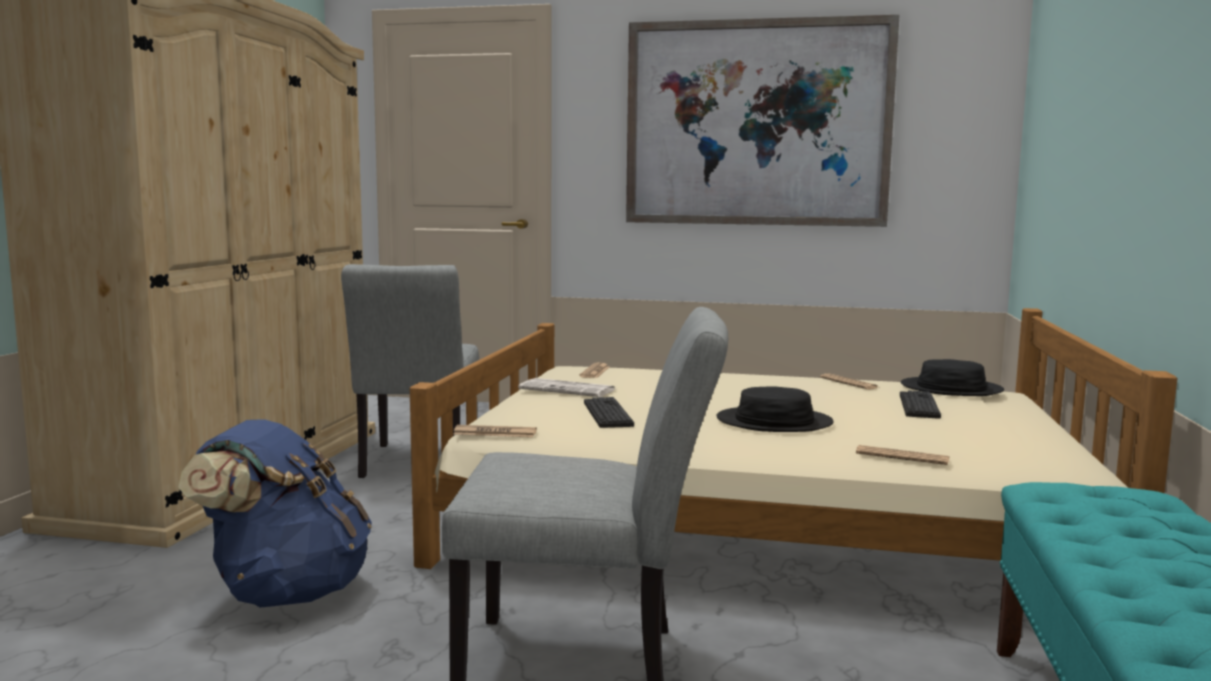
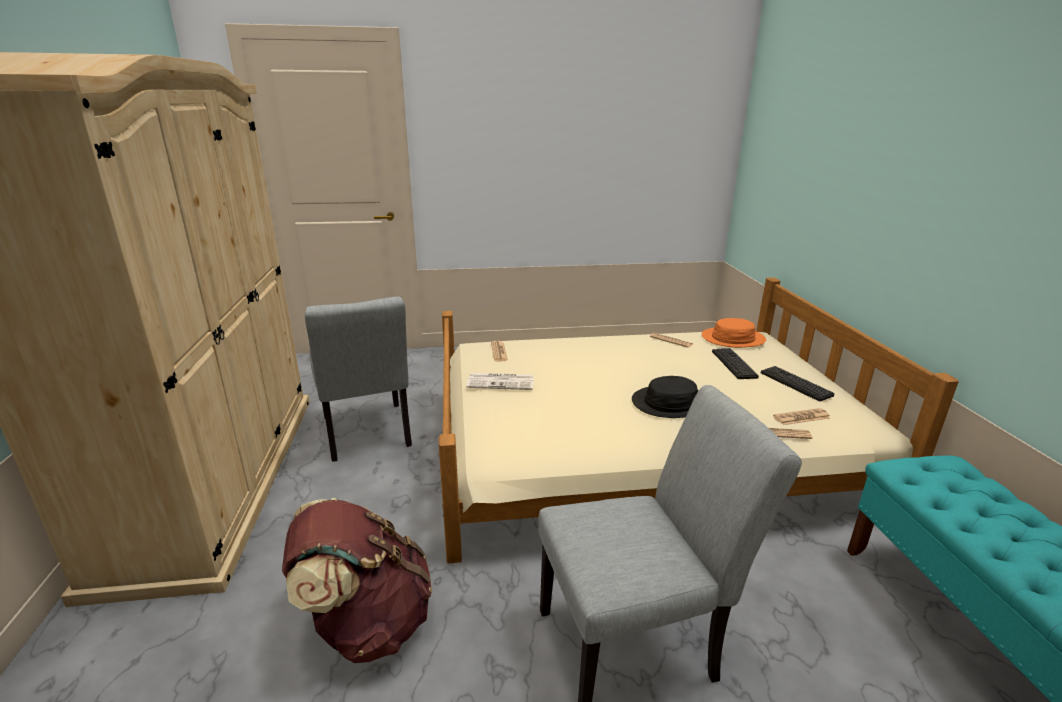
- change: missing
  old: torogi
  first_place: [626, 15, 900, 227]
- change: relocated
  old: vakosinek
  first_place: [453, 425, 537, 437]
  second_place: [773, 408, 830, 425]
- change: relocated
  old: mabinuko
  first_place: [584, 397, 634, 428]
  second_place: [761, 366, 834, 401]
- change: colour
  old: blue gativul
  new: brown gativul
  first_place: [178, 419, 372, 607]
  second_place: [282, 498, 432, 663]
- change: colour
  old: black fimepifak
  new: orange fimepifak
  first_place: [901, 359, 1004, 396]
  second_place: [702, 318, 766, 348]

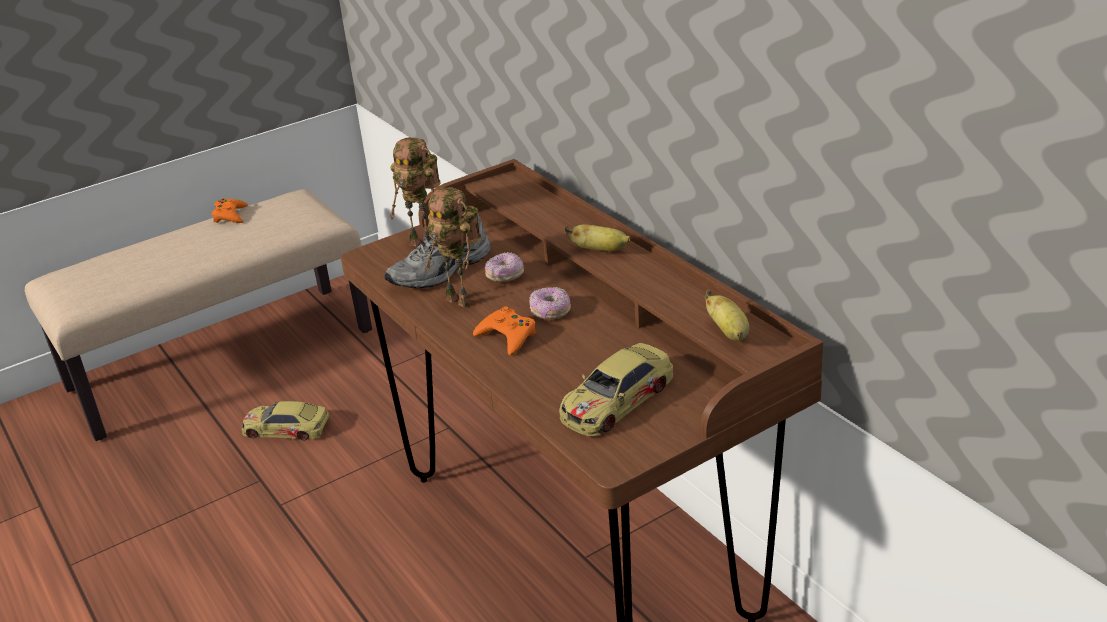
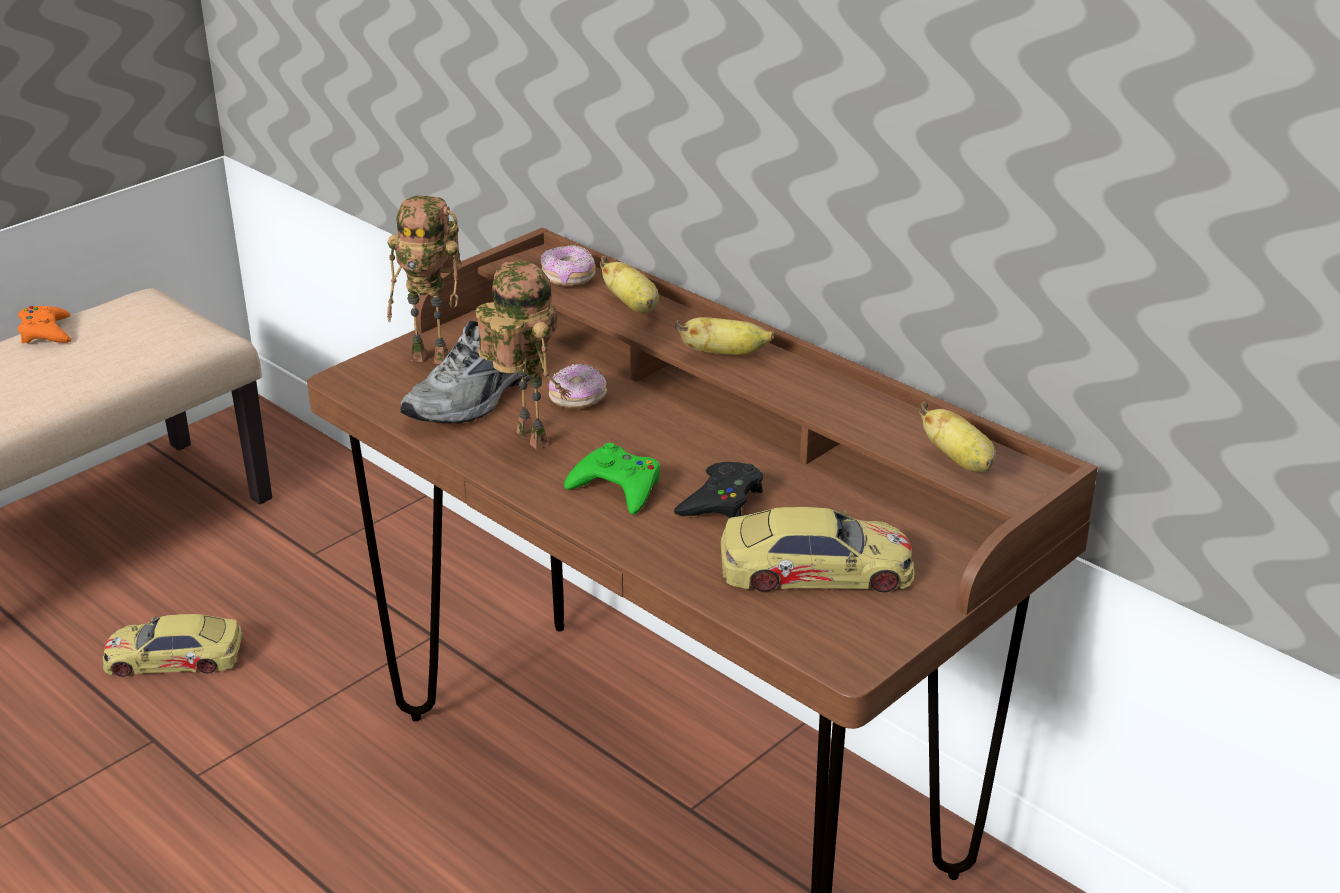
- change: appeared
  new: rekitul
  second_place: [600, 256, 659, 313]
- change: appeared
  new: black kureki
  second_place: [674, 462, 763, 518]
- change: relocated
  old: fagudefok
  first_place: [530, 287, 571, 319]
  second_place: [541, 245, 596, 286]
- change: colour
  old: orange kureki
  new: green kureki
  first_place: [473, 306, 536, 355]
  second_place: [564, 443, 660, 515]
- change: spun
  old: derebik
  first_place: [425, 187, 481, 308]
  second_place: [475, 261, 571, 450]
  degrees: -150
- change: spun
  old: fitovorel
  first_place: [559, 343, 673, 436]
  second_place: [721, 507, 915, 592]
  degrees: -120

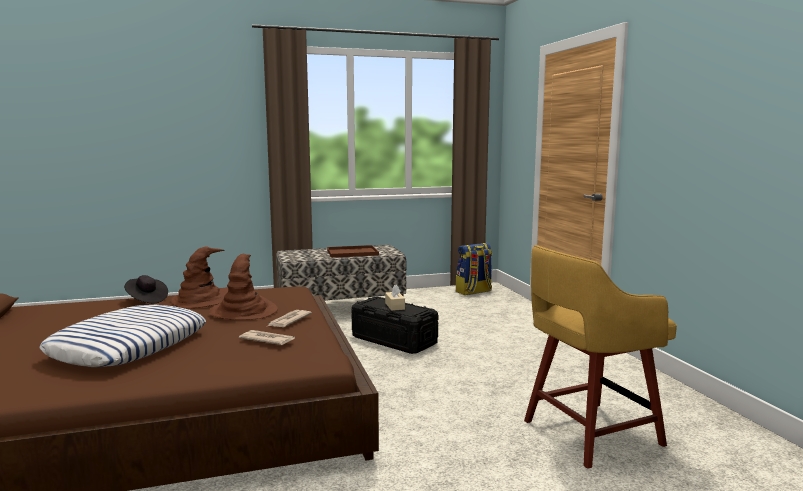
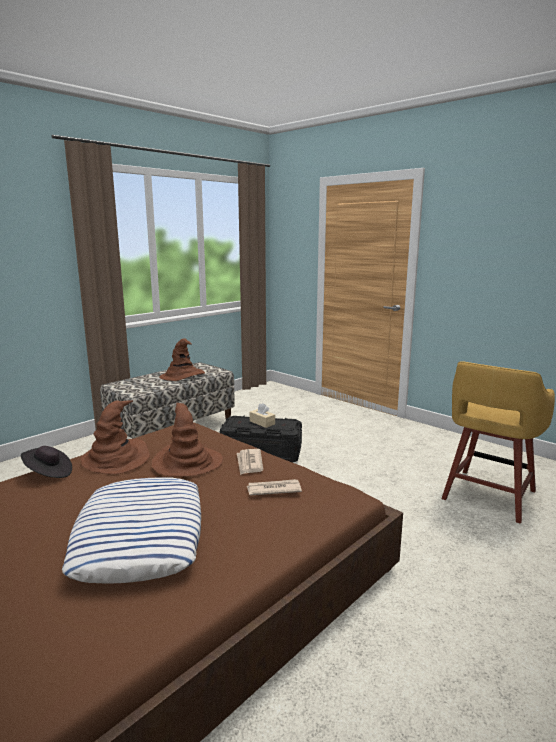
- change: missing
  old: gativul
  first_place: [456, 243, 492, 295]
- change: exchanged
  old: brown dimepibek
  new: brown fimepifak
  first_place: [327, 245, 379, 258]
  second_place: [159, 338, 205, 381]

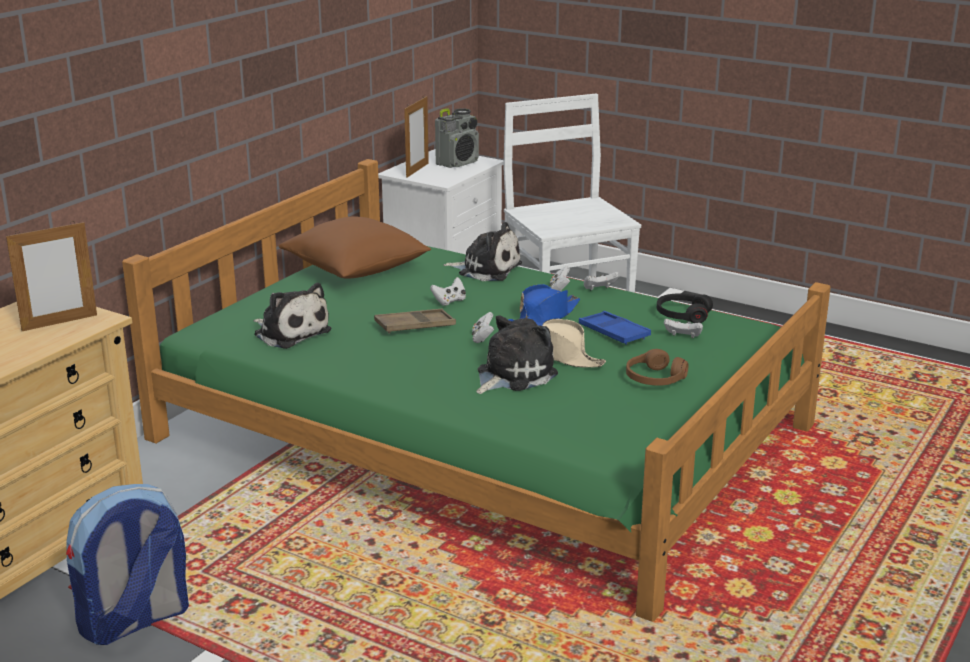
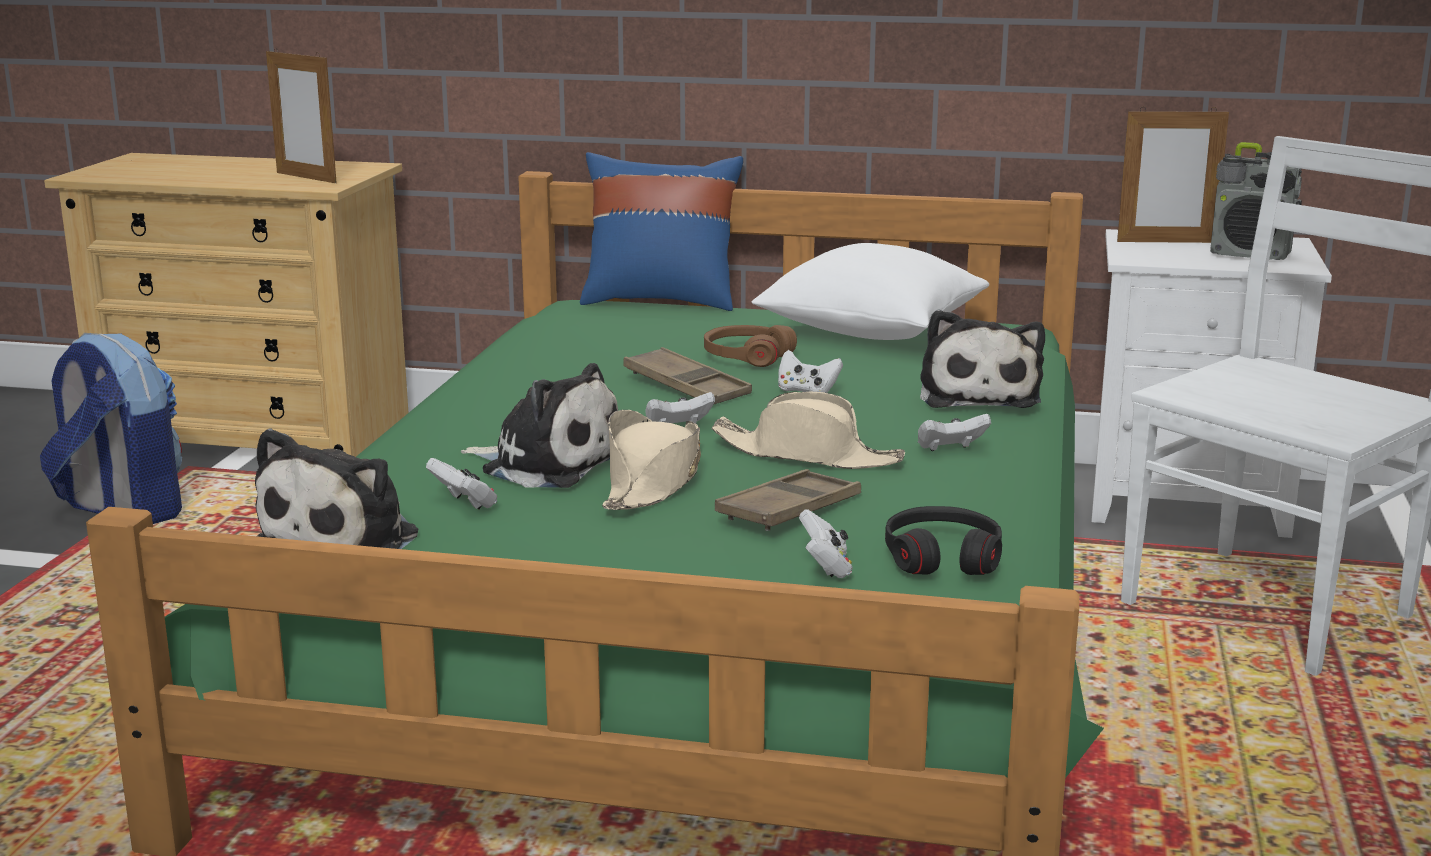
- change: appeared
  new: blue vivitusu
  second_place: [580, 152, 743, 311]
- change: relocated
  old: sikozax
  first_place: [253, 283, 331, 349]
  second_place: [255, 428, 418, 549]
- change: relocated
  old: white kureki
  first_place: [584, 272, 619, 291]
  second_place: [426, 458, 497, 510]
- change: relocated
  old: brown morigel
  first_place: [626, 349, 688, 386]
  second_place: [704, 325, 797, 367]
- change: colour
  old: brown vivitusu
  new: white vivitusu
  first_place: [279, 217, 431, 279]
  second_place: [752, 243, 989, 340]
- change: colour
  old: blue fimepifak
  new: beige fimepifak
  first_place: [508, 284, 580, 326]
  second_place: [711, 391, 905, 469]
- change: colour
  old: blue dimepibek
  new: brown dimepibek
  first_place: [579, 311, 651, 345]
  second_place: [715, 469, 861, 531]

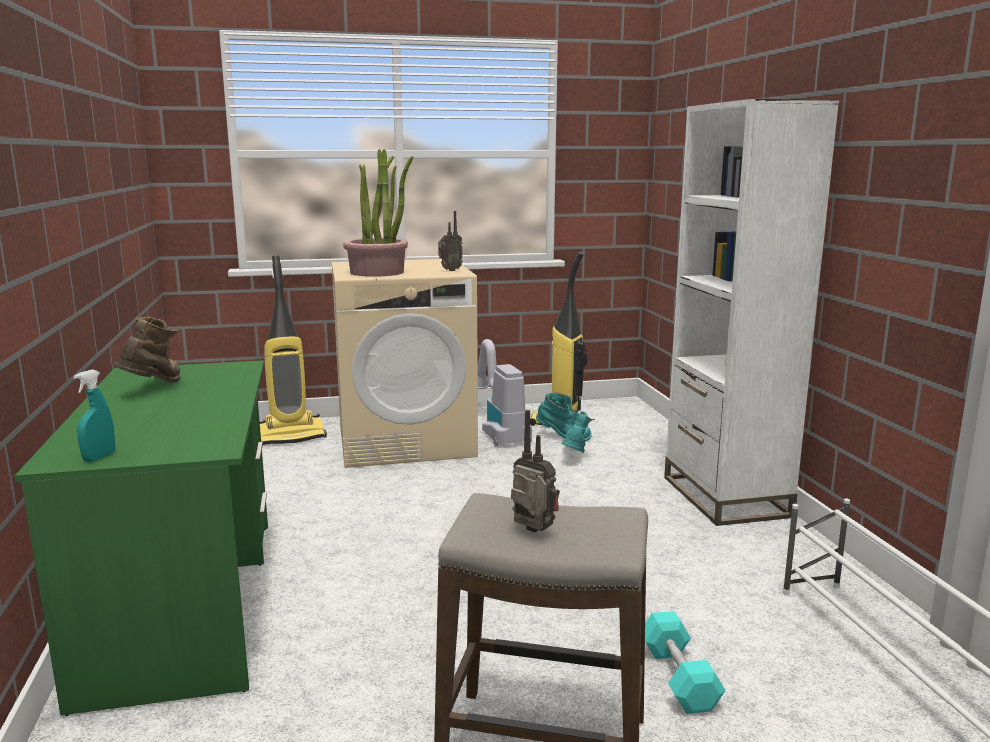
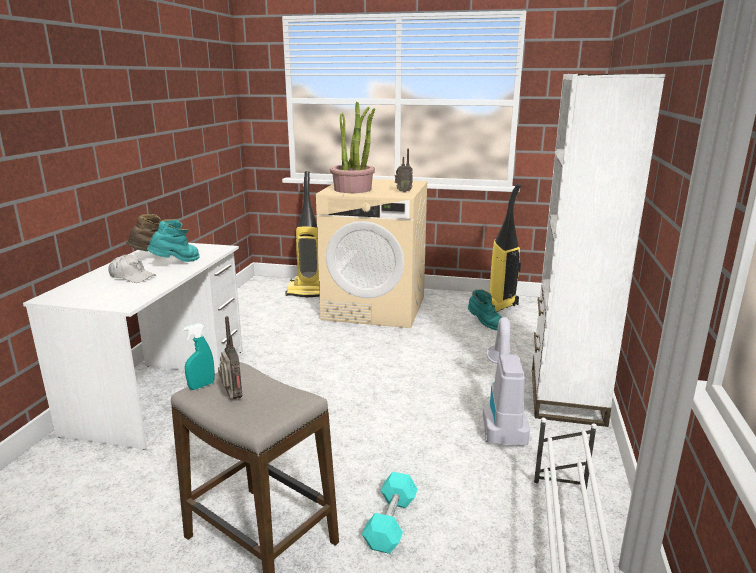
- change: appeared
  new: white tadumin
  second_place: [109, 254, 156, 283]
- change: relocated
  old: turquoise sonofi
  first_place: [74, 370, 115, 462]
  second_place: [183, 323, 215, 390]
- change: relocated
  old: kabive
  first_place: [478, 339, 532, 447]
  second_place: [483, 317, 530, 445]
- change: relocated
  old: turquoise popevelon
  first_place: [562, 410, 595, 453]
  second_place: [147, 219, 200, 262]
- change: colour
  old: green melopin
  new: white melopin
  first_place: [15, 360, 268, 716]
  second_place: [23, 243, 243, 450]

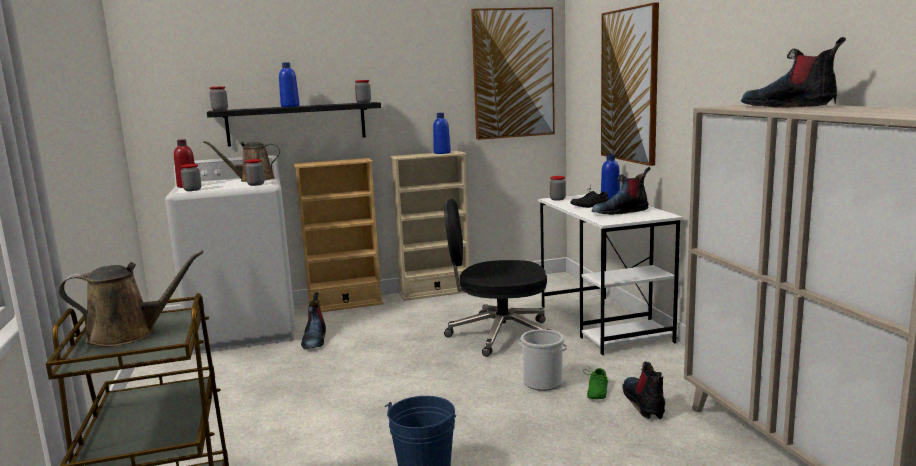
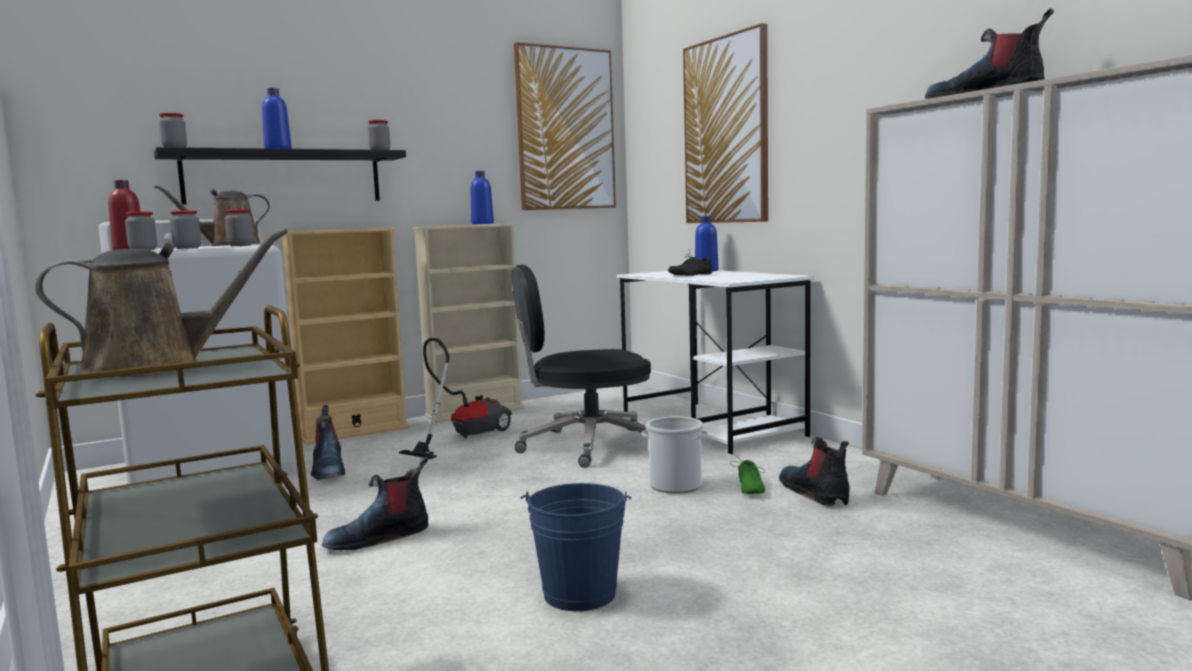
- change: appeared
  new: kabive
  second_place: [399, 338, 512, 459]
- change: relocated
  old: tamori
  first_place: [550, 176, 566, 201]
  second_place: [170, 210, 201, 249]
- change: relocated
  old: popevelon
  first_place: [592, 167, 650, 215]
  second_place: [322, 456, 428, 551]

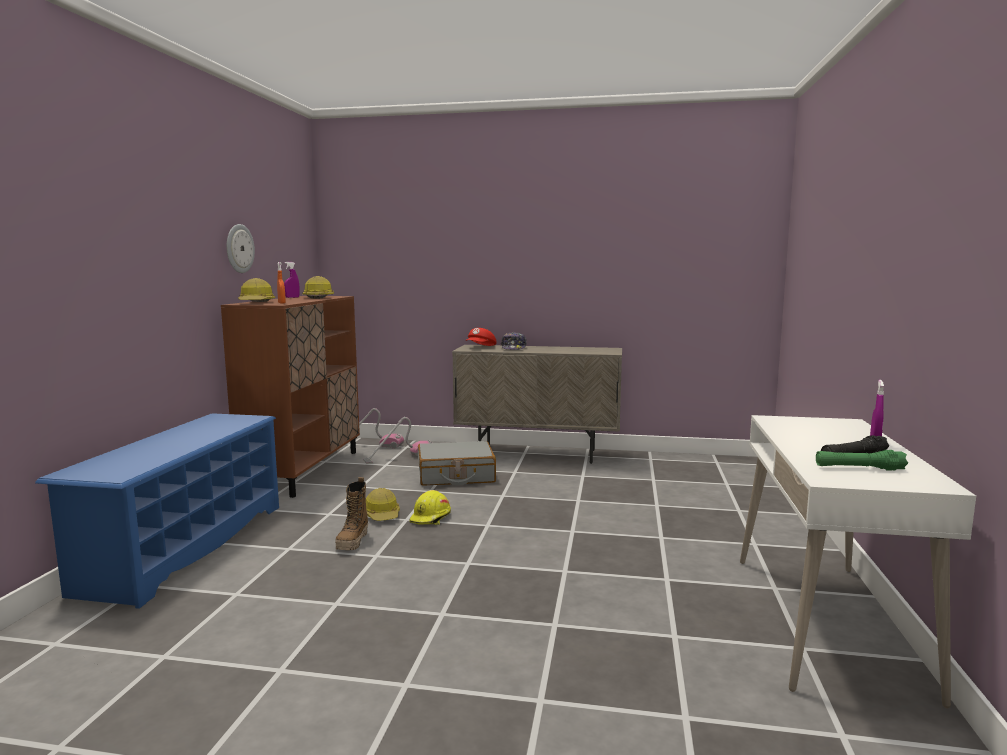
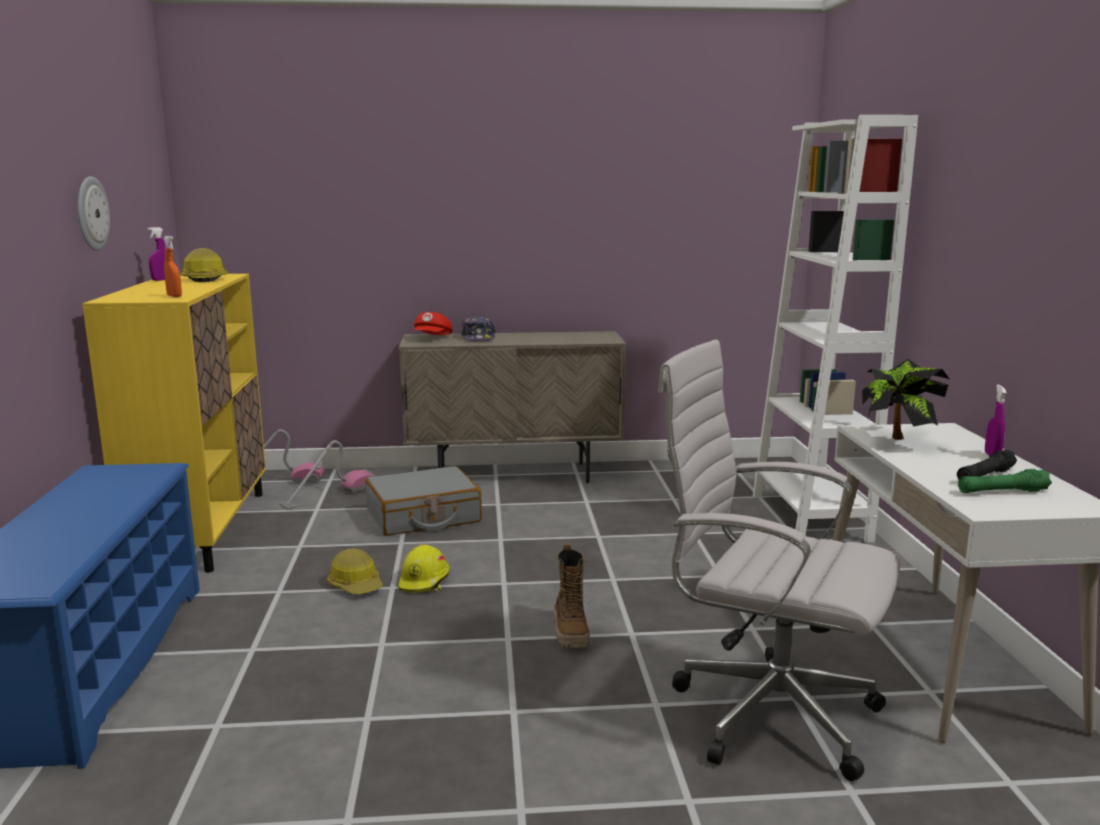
- change: missing
  old: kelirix
  first_place: [238, 278, 275, 302]
- change: appeared
  new: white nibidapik
  second_place: [658, 339, 900, 781]
- change: appeared
  new: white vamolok
  second_place: [753, 115, 918, 542]
- change: appeared
  new: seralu
  second_place: [862, 359, 950, 440]
- change: relocated
  old: popevelon
  first_place: [335, 477, 368, 550]
  second_place: [554, 544, 590, 648]
- change: colour
  old: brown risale
  new: yellow risale
  first_place: [221, 296, 360, 498]
  second_place: [82, 274, 266, 573]

